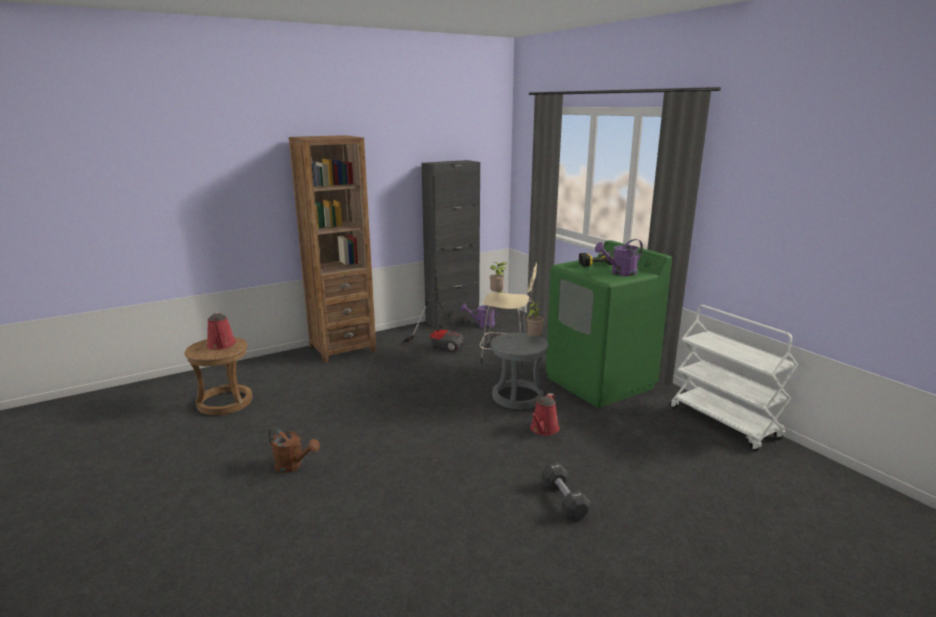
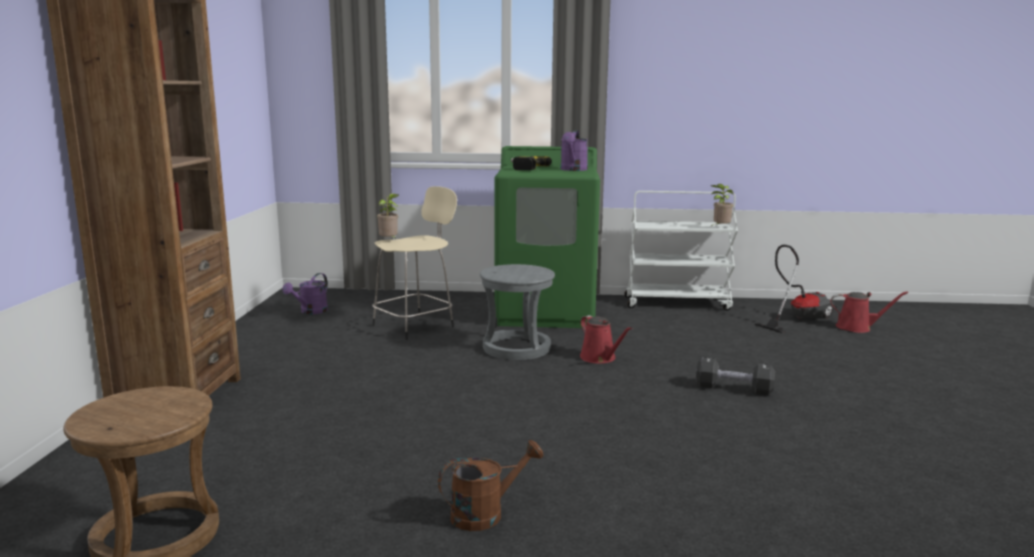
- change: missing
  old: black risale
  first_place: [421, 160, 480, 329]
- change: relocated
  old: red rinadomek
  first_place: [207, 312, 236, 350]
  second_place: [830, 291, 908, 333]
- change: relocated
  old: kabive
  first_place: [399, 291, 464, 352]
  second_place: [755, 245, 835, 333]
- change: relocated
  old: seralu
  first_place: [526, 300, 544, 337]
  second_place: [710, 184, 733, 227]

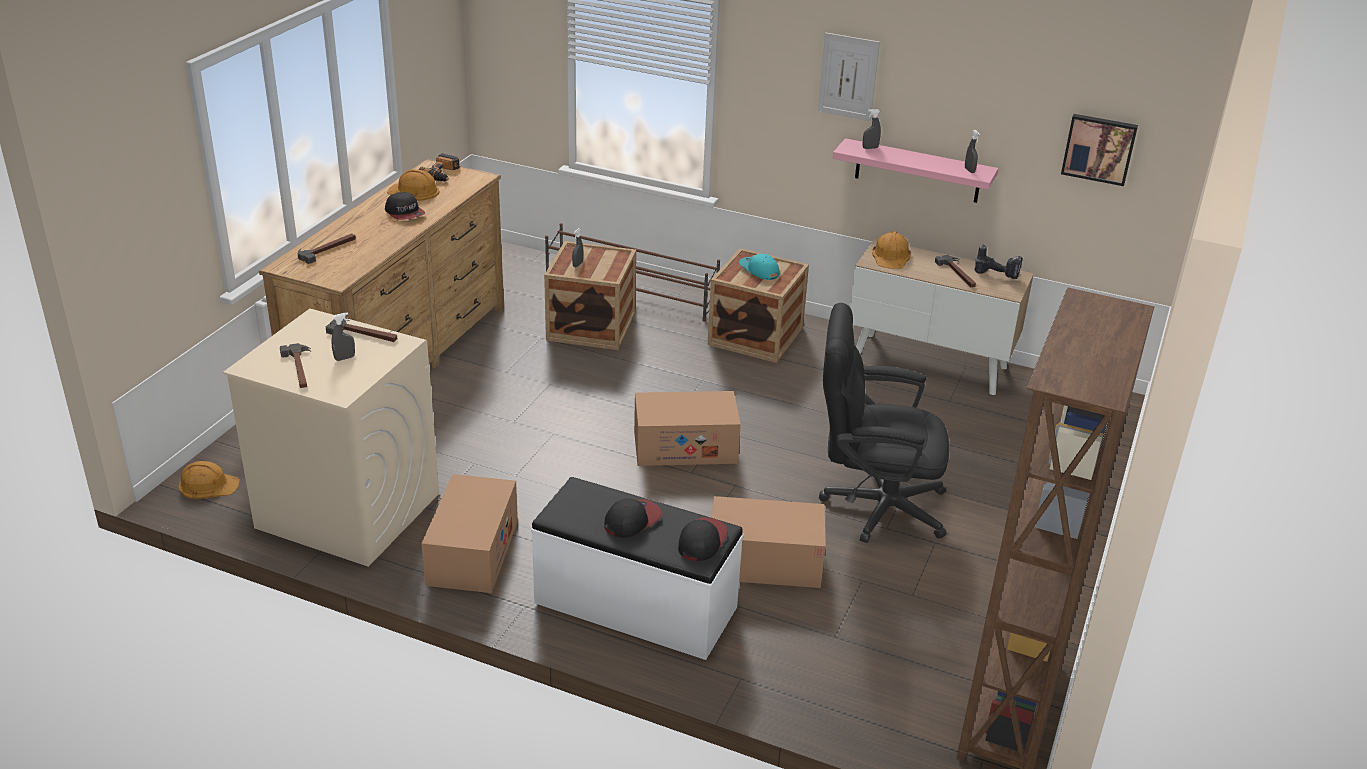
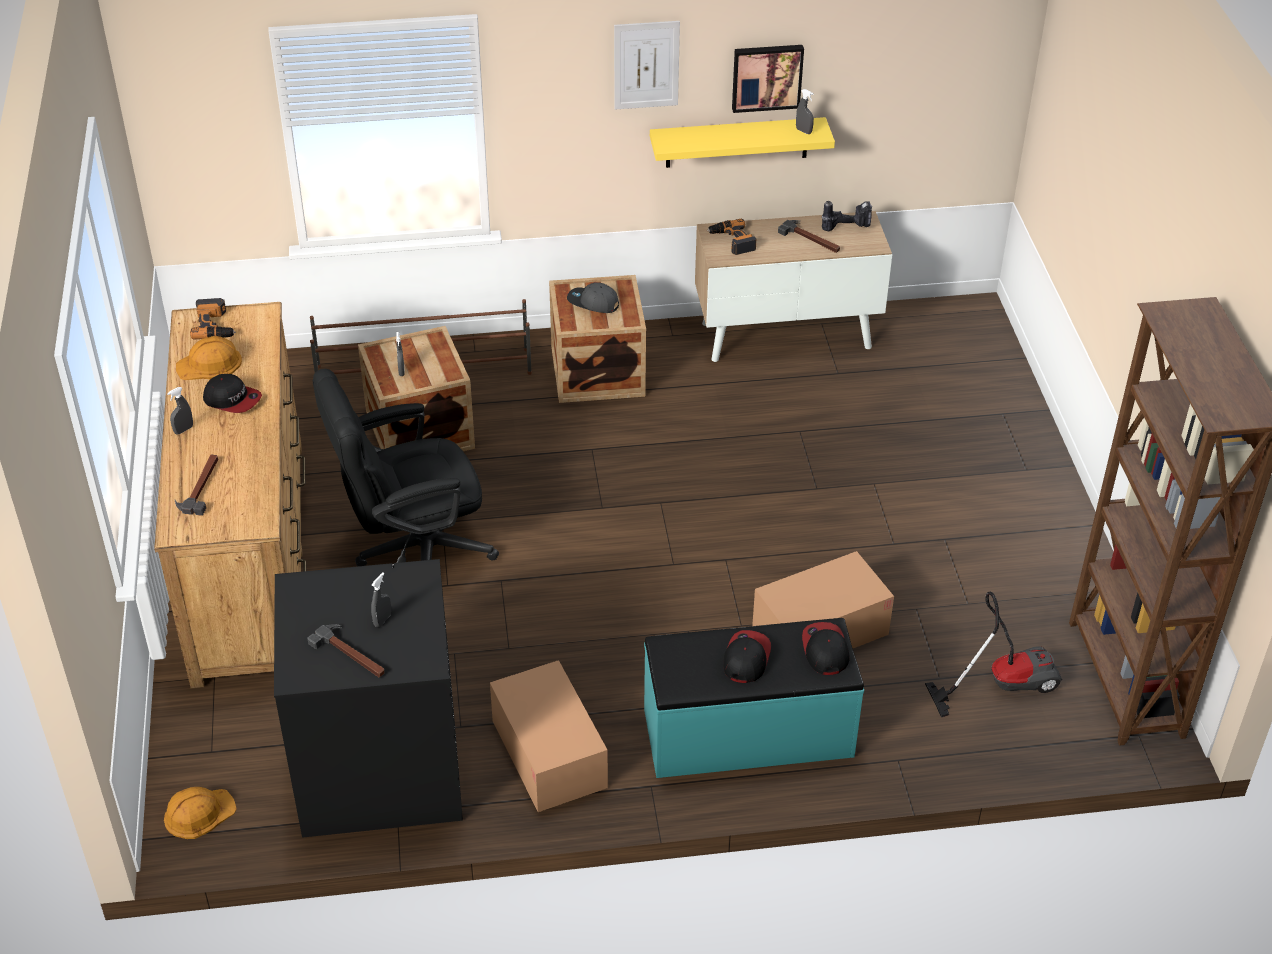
- change: missing
  old: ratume
  first_place: [326, 318, 397, 342]
- change: missing
  old: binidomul
  first_place: [634, 391, 741, 466]
- change: appeared
  new: kabive
  second_place: [925, 592, 1062, 717]
- change: relocated
  old: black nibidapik
  first_place: [819, 303, 949, 543]
  second_place: [313, 369, 499, 566]
- change: relocated
  old: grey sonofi
  first_place: [863, 109, 881, 149]
  second_place: [167, 387, 193, 434]
- change: relocated
  old: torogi
  first_place: [1061, 114, 1138, 186]
  second_place: [732, 45, 804, 113]
- change: exchanged
  old: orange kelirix
  new: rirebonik
  first_place: [872, 231, 911, 269]
  second_place: [707, 219, 756, 255]
- change: colour
  old: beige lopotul
  new: black lopotul
  first_place: [223, 309, 439, 567]
  second_place: [274, 559, 463, 838]
- change: colour
  old: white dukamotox
  new: turquoise dukamotox
  first_place: [531, 477, 744, 660]
  second_place: [644, 618, 864, 778]
- change: colour
  old: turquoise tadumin
  new: grey tadumin
  first_place: [739, 254, 779, 280]
  second_place: [567, 282, 619, 313]
- change: colour
  old: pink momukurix
  new: yellow momukurix
  first_place: [833, 138, 998, 203]
  second_place: [650, 117, 835, 168]

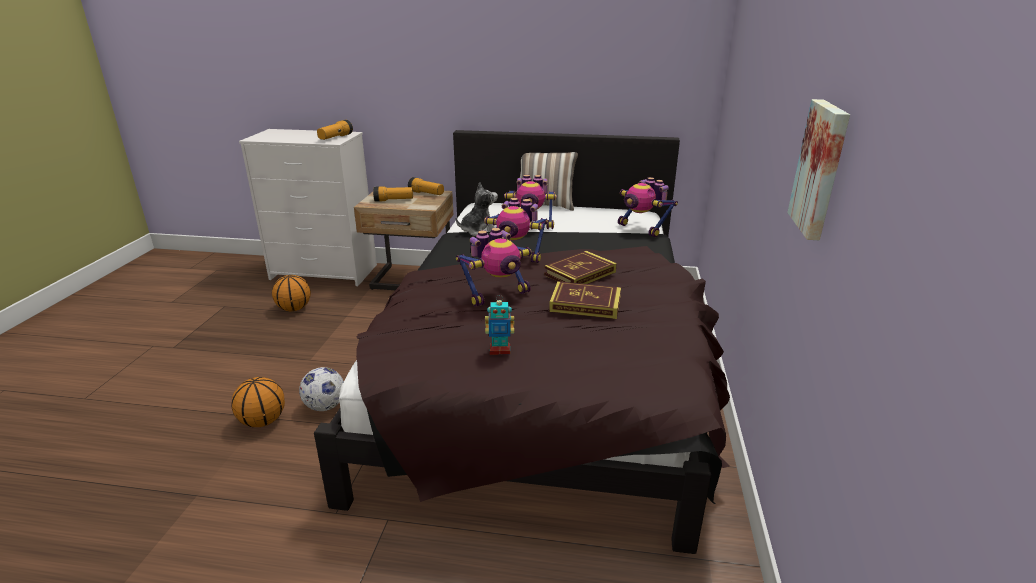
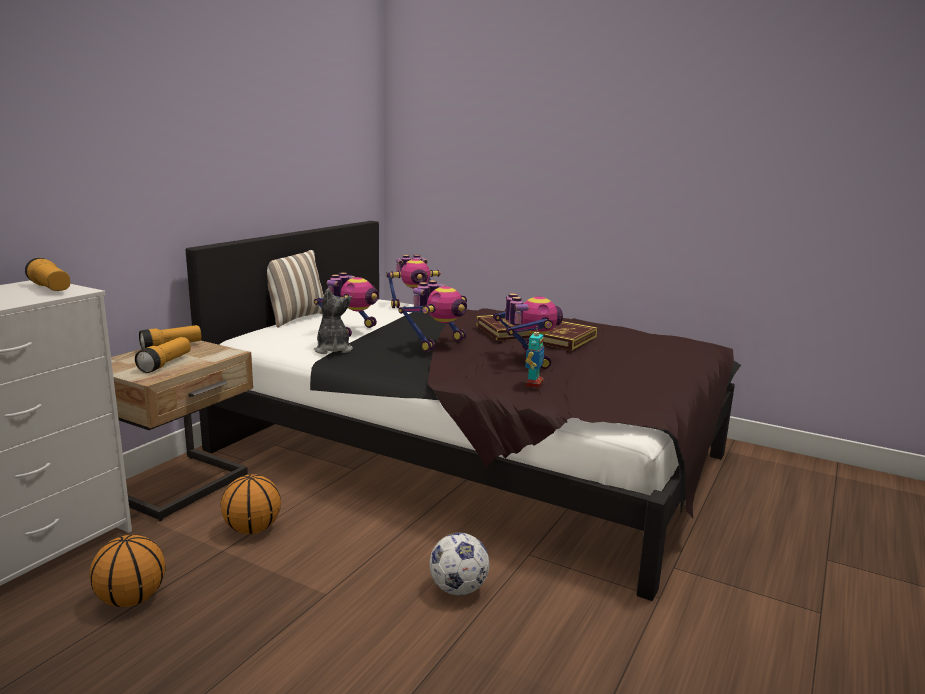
- change: missing
  old: torogi
  first_place: [787, 99, 850, 240]
- change: relocated
  old: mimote
  first_place: [231, 377, 285, 427]
  second_place: [221, 474, 281, 534]
- change: relocated
  old: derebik
  first_place: [485, 295, 514, 355]
  second_place: [526, 326, 545, 388]

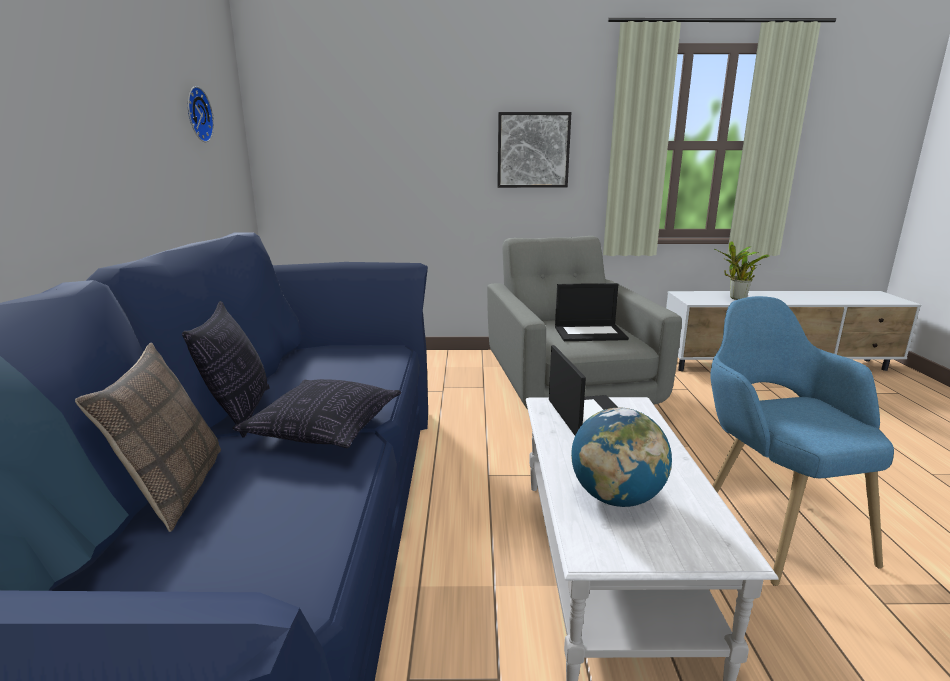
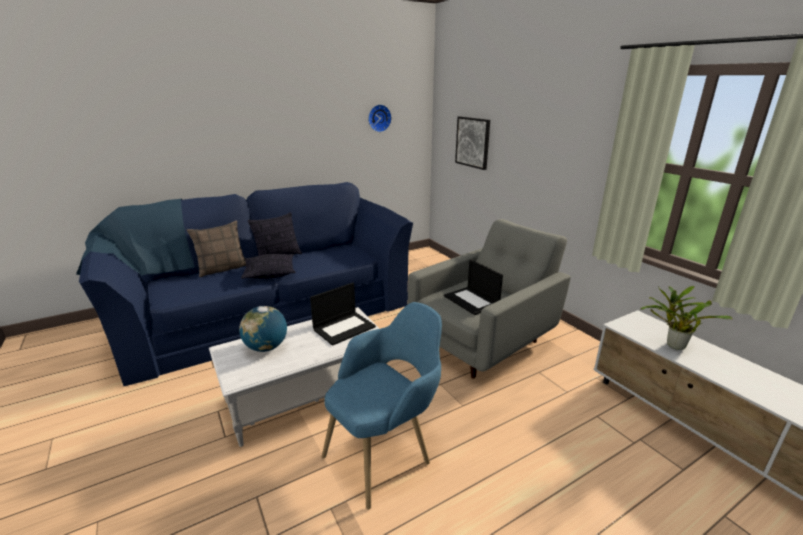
- change: relocated
  old: torogi
  first_place: [497, 112, 571, 188]
  second_place: [455, 117, 490, 170]

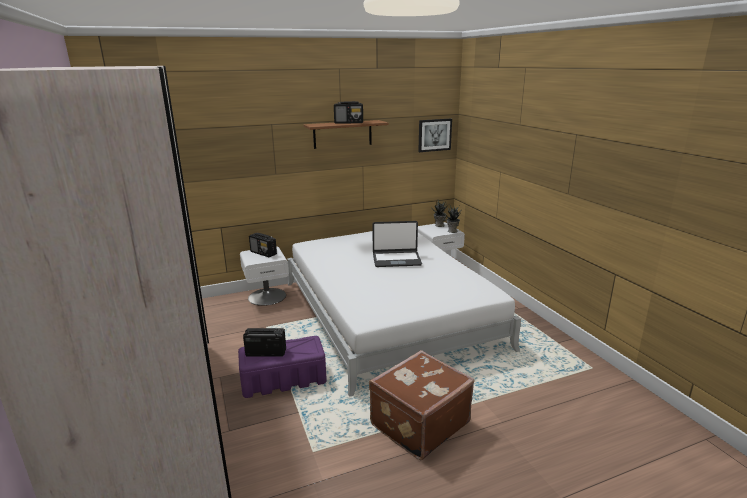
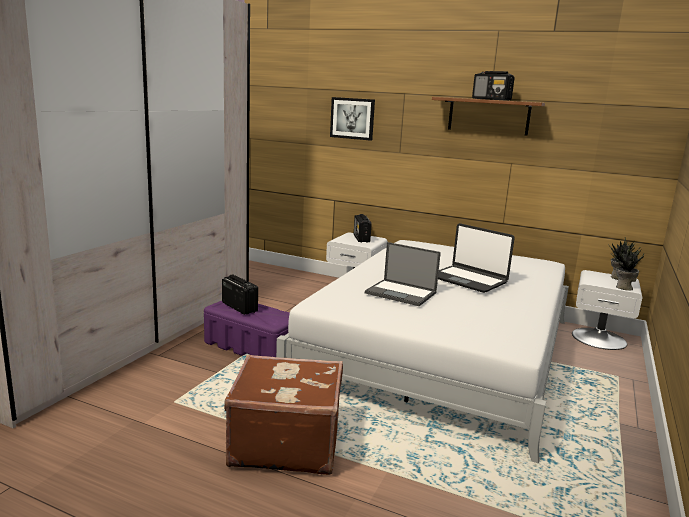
- change: appeared
  new: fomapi
  second_place: [365, 242, 441, 306]
- change: relocated
  old: torogi
  first_place: [418, 119, 452, 152]
  second_place: [330, 97, 375, 141]

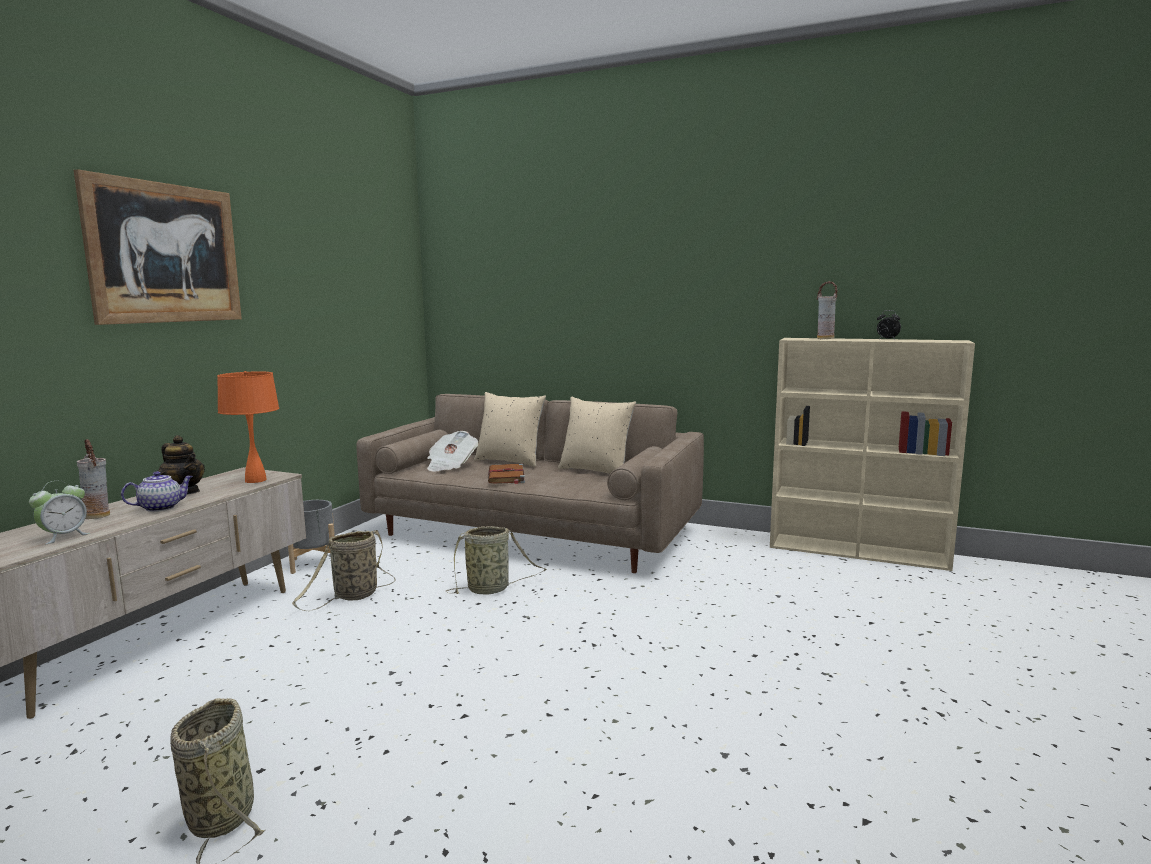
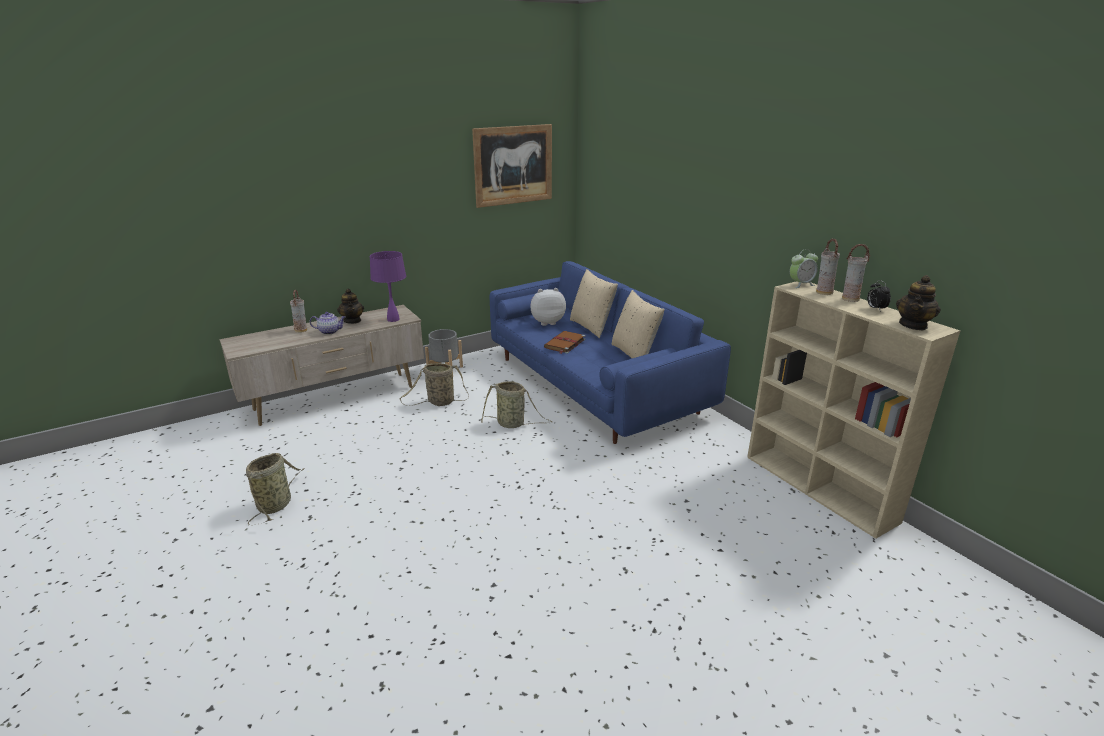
- change: appeared
  new: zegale
  second_place: [842, 244, 871, 302]
- change: appeared
  new: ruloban
  second_place: [896, 275, 941, 330]
- change: relocated
  old: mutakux
  first_place: [29, 480, 90, 544]
  second_place: [790, 249, 818, 288]
- change: relocated
  old: torogi
  first_place: [74, 169, 242, 325]
  second_place: [472, 124, 552, 208]
- change: exchanged
  old: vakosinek
  new: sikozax
  first_place: [427, 431, 478, 471]
  second_place: [530, 288, 566, 326]
- change: colour
  old: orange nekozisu
  new: purple nekozisu
  first_place: [217, 371, 279, 483]
  second_place: [370, 251, 406, 322]
- change: colour
  old: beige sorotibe
  new: blue sorotibe
  first_place: [356, 394, 704, 573]
  second_place: [490, 261, 731, 444]

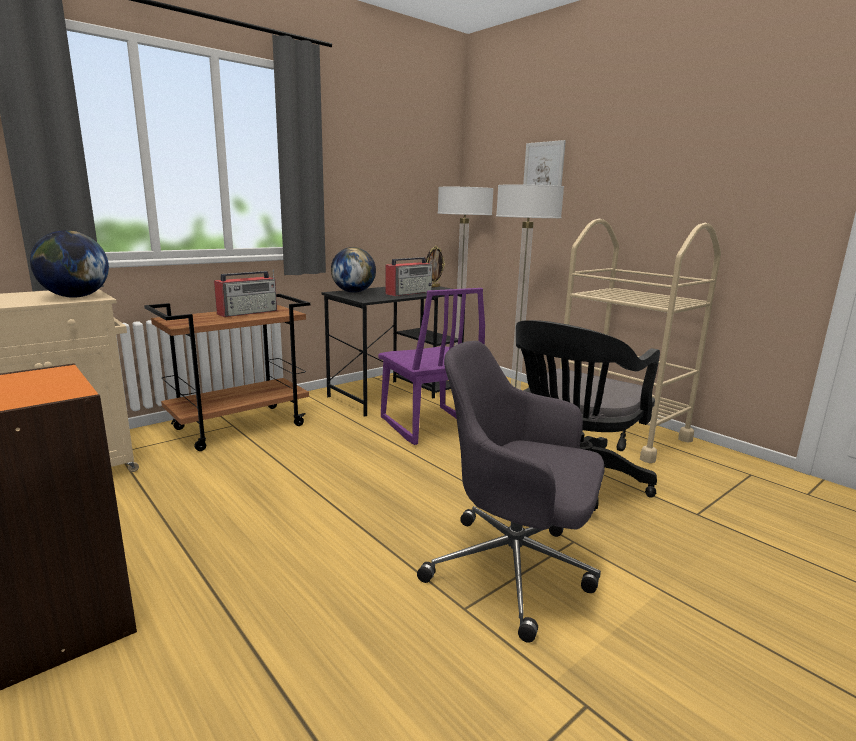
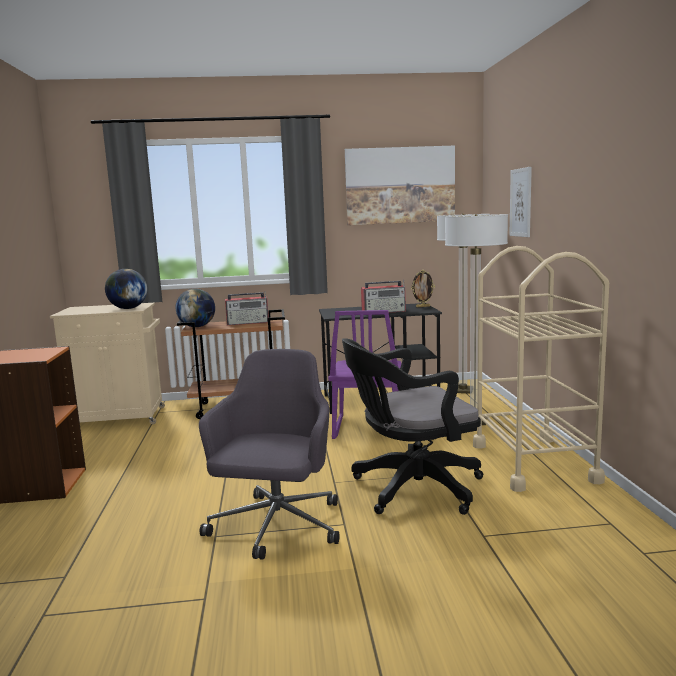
- change: appeared
  new: torogi
  second_place: [345, 145, 455, 225]
- change: relocated
  old: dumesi
  first_place: [331, 247, 376, 293]
  second_place: [176, 289, 215, 327]
- change: spun
  old: grey nibidapik
  first_place: [417, 341, 605, 643]
  second_place: [199, 349, 339, 560]
  degrees: 45

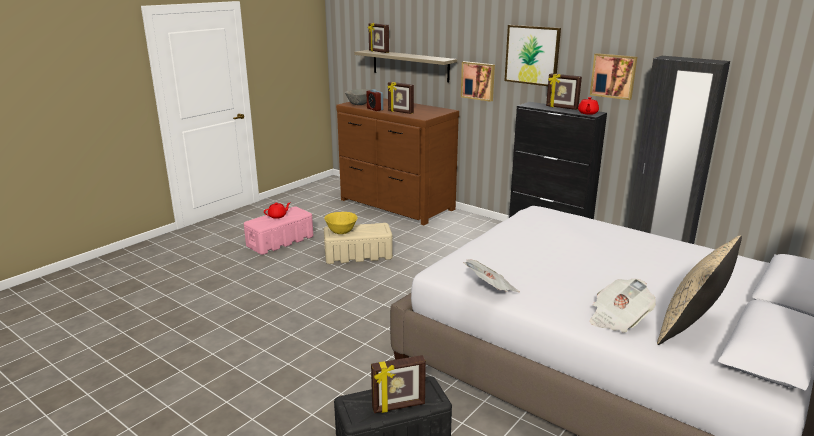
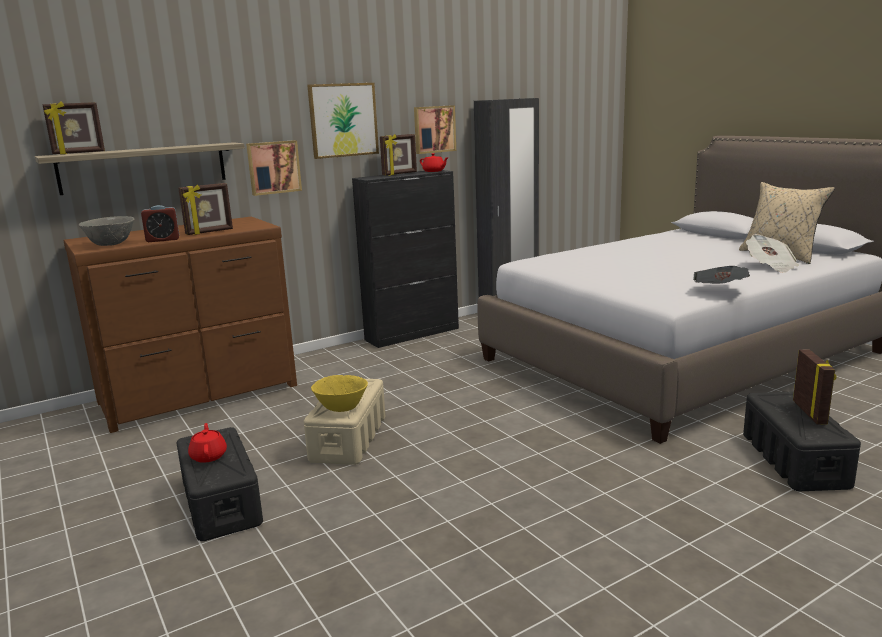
- change: colour
  old: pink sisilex
  new: black sisilex
  first_place: [244, 206, 313, 255]
  second_place: [177, 427, 263, 541]

